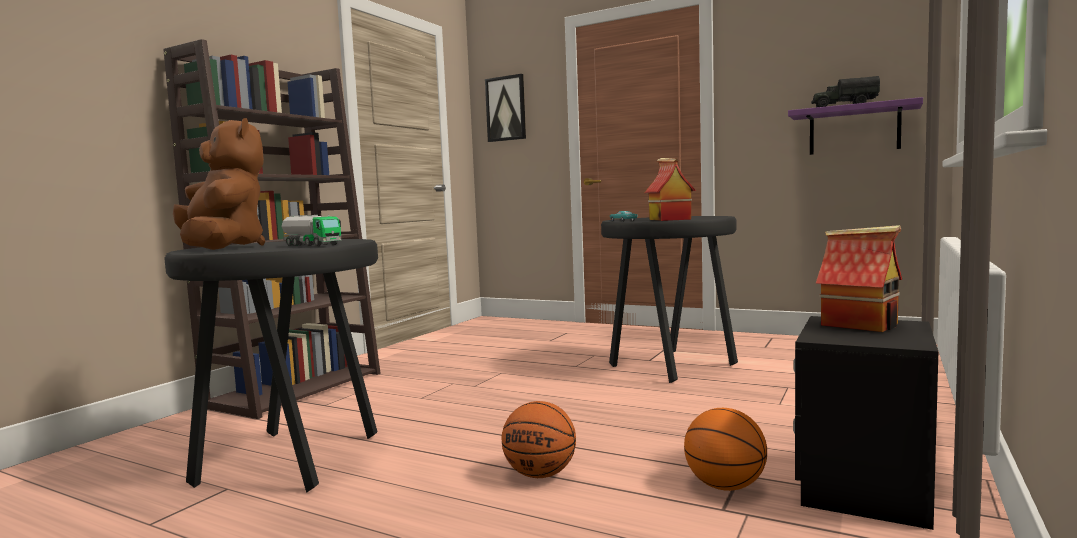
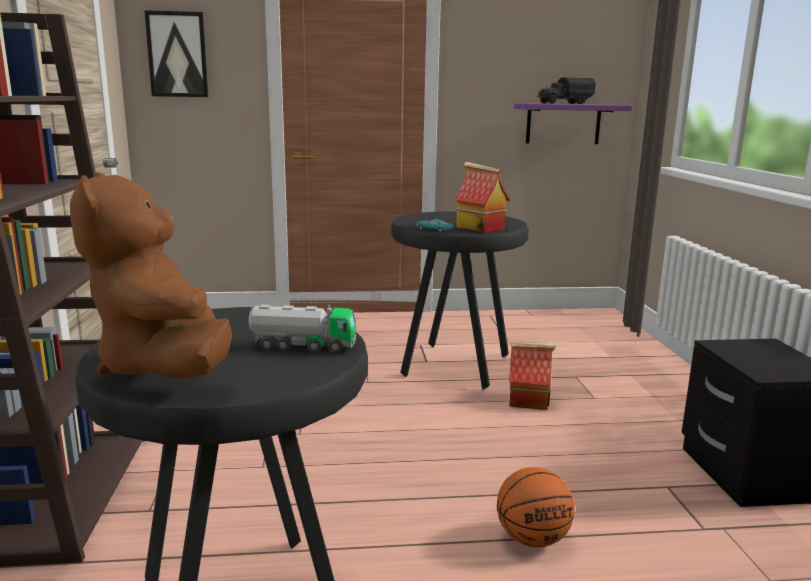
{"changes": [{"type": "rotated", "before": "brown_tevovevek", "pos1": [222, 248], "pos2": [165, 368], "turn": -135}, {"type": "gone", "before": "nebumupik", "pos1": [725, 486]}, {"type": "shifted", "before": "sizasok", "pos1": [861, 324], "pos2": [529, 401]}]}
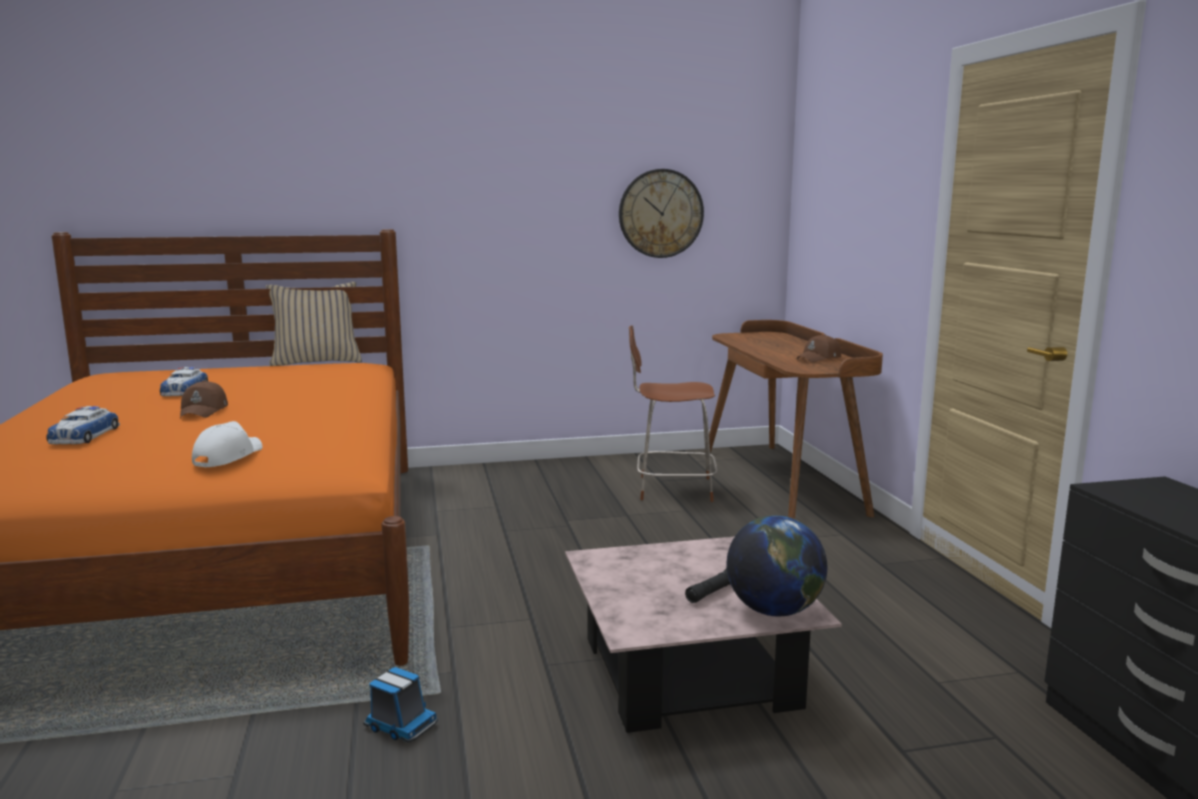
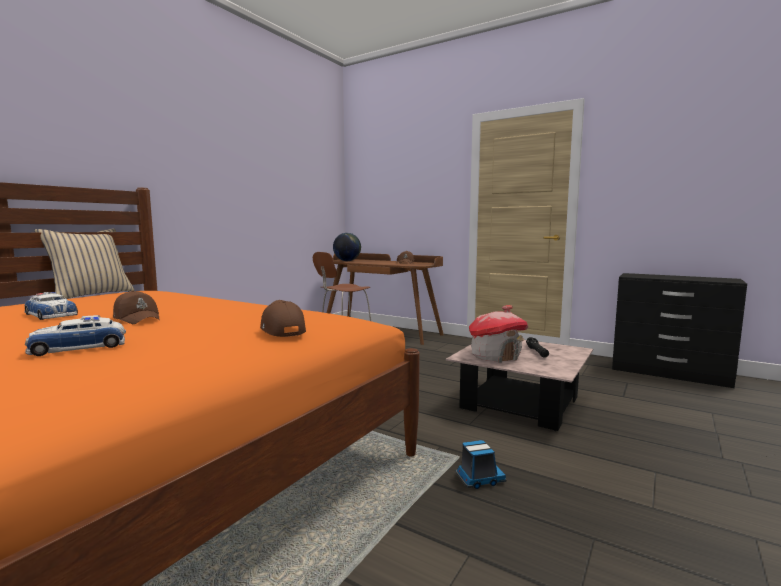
{"changes": [{"type": "rotated", "before": "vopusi", "pos1": [84, 436], "pos2": [79, 347], "turn": 105}, {"type": "repainted", "before": "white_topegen", "after": "brown_topegen", "pos1": [227, 456], "pos2": [282, 330]}, {"type": "gone", "before": "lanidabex", "pos1": [660, 213]}, {"type": "shifted", "before": "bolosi", "pos1": [774, 611], "pos2": [347, 261]}, {"type": "new", "after": "sizasok", "pos2": [496, 356]}]}
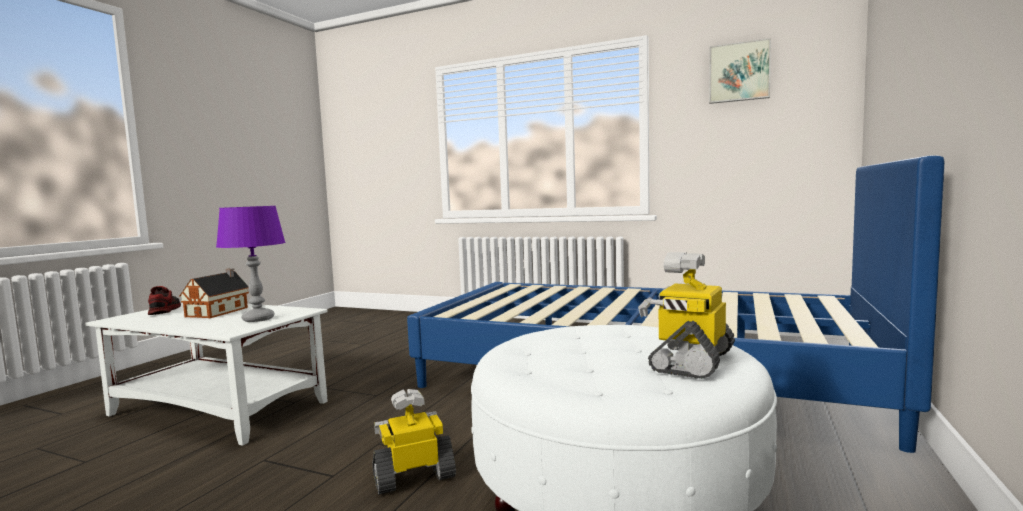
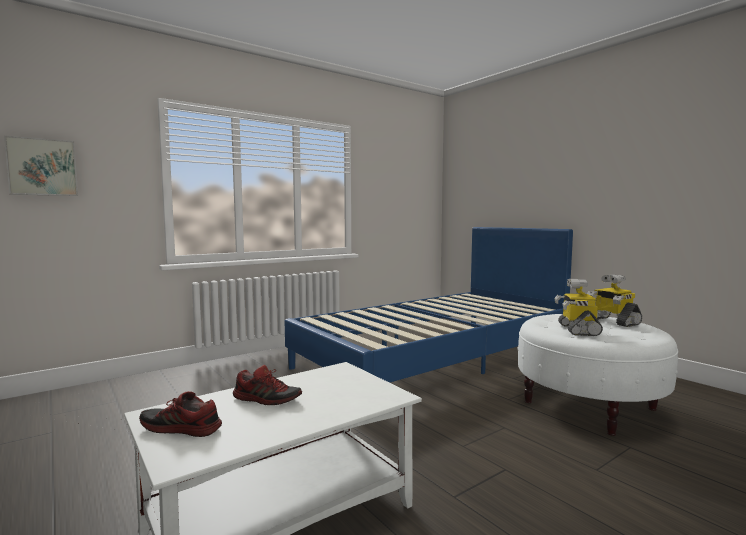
{"changes": [{"type": "swapped", "before": "sizasok", "after": "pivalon", "pos1": [219, 311], "pos2": [267, 399]}, {"type": "gone", "before": "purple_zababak", "pos1": [258, 319]}, {"type": "shifted", "before": "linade", "pos1": [414, 477], "pos2": [577, 330]}, {"type": "shifted", "before": "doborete", "pos1": [739, 72], "pos2": [42, 167]}]}
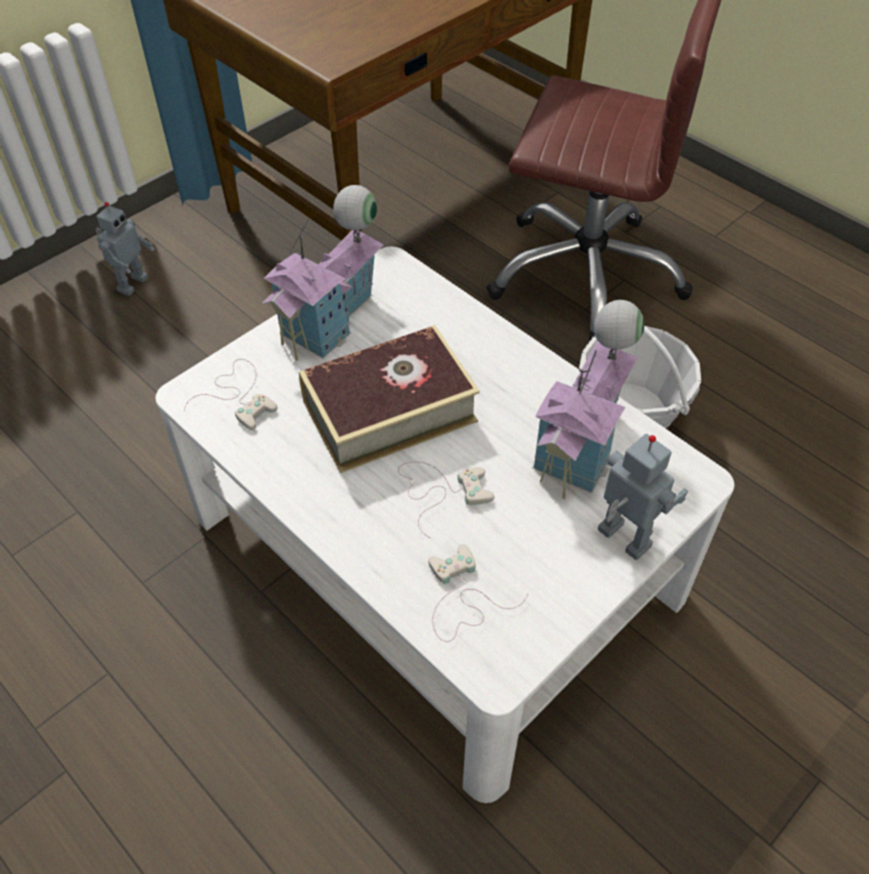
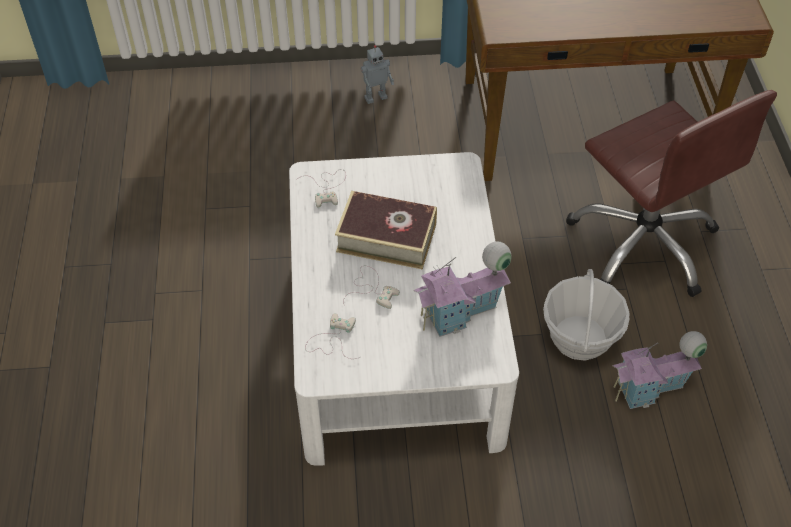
{"changes": [{"type": "shifted", "before": "sizasok", "pos1": [332, 319], "pos2": [650, 388]}, {"type": "gone", "before": "linade", "pos1": [621, 540]}]}
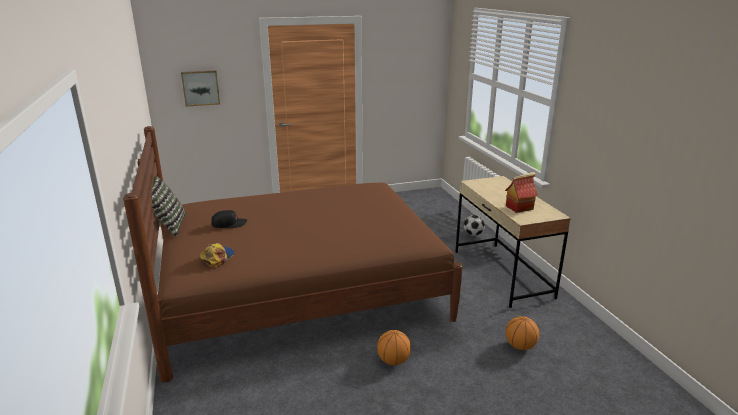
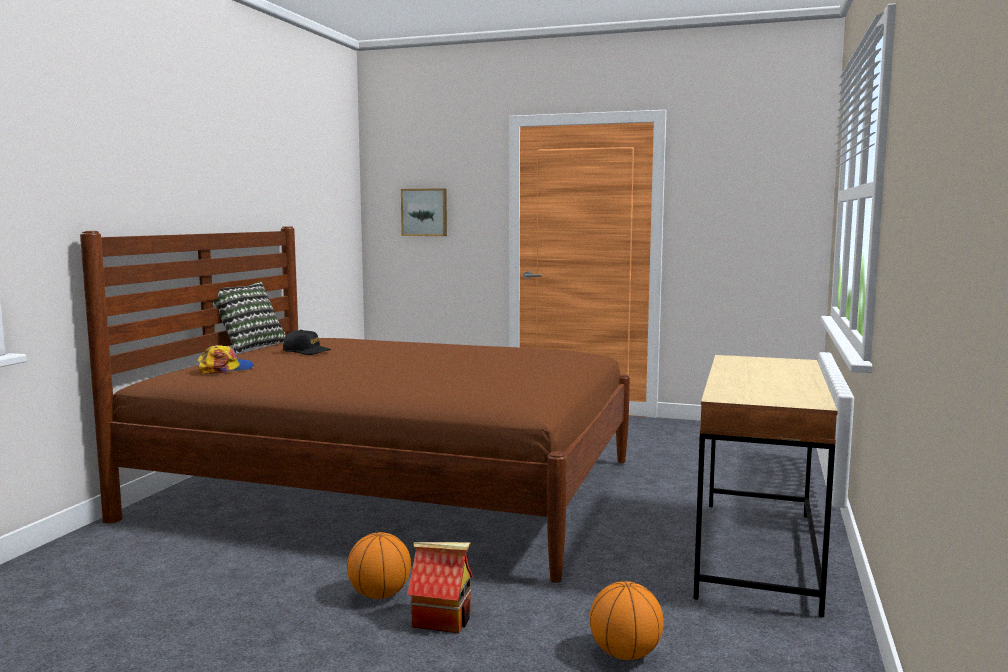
{"changes": [{"type": "gone", "before": "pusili", "pos1": [473, 234]}, {"type": "shifted", "before": "sizasok", "pos1": [519, 207], "pos2": [443, 619]}]}
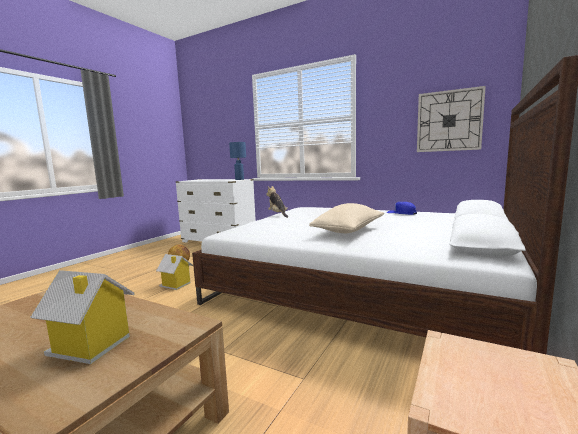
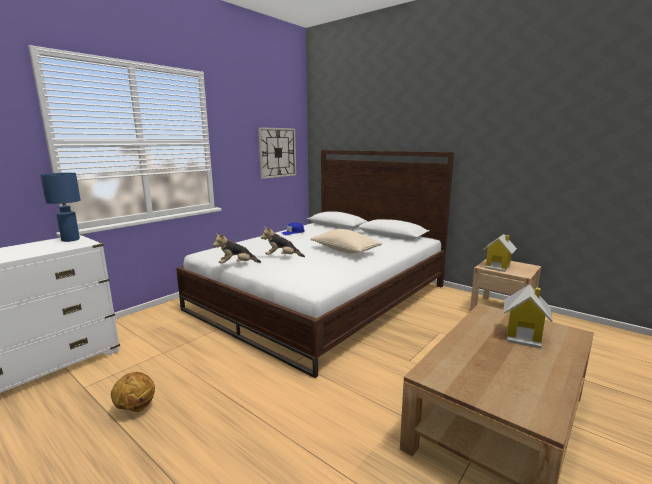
{"changes": [{"type": "shifted", "before": "sizasok", "pos1": [175, 285], "pos2": [498, 266]}, {"type": "new", "after": "tevovevek", "pos2": [282, 257]}]}
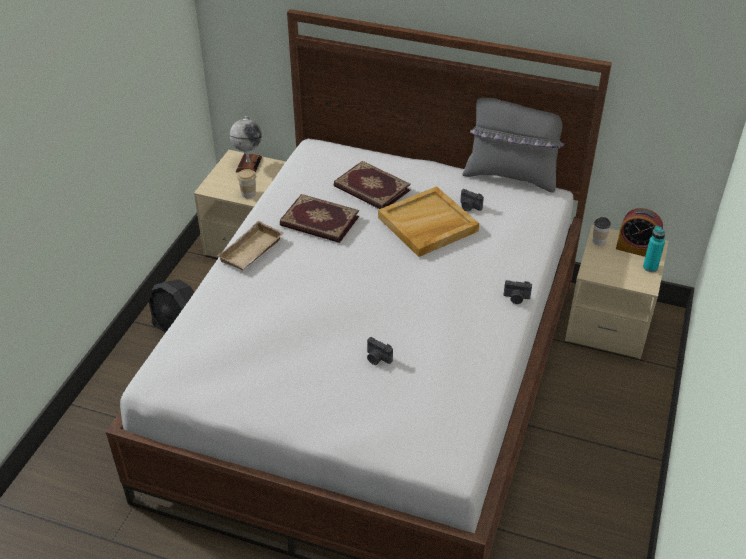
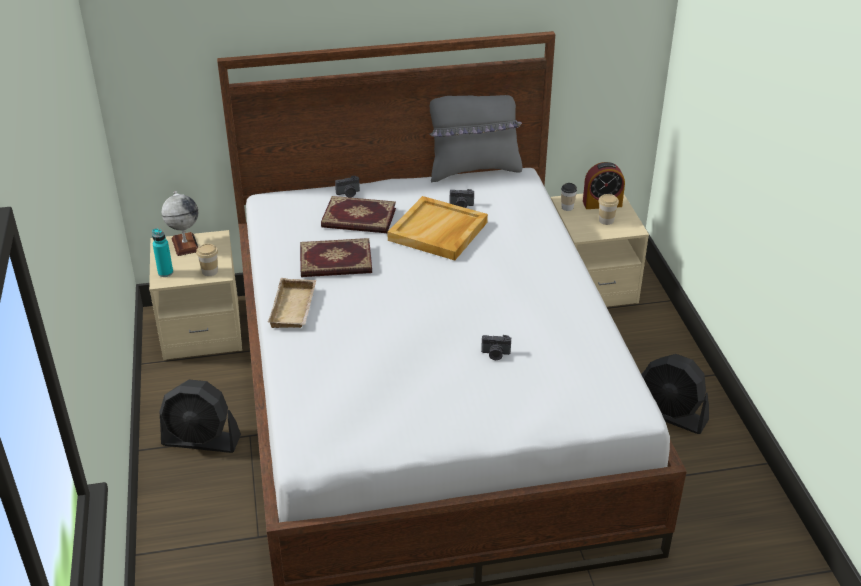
{"changes": [{"type": "shifted", "before": "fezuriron", "pos1": [516, 298], "pos2": [348, 193]}, {"type": "shifted", "before": "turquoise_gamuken", "pos1": [650, 267], "pos2": [165, 272]}, {"type": "new", "after": "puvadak", "pos2": [606, 220]}, {"type": "new", "after": "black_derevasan", "pos2": [669, 415]}]}
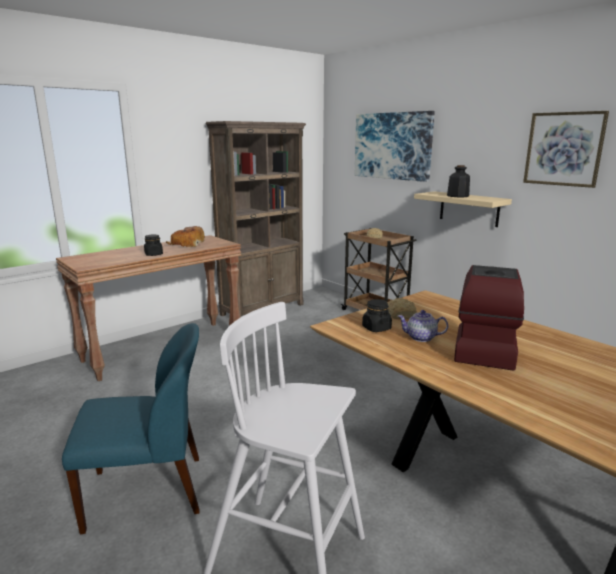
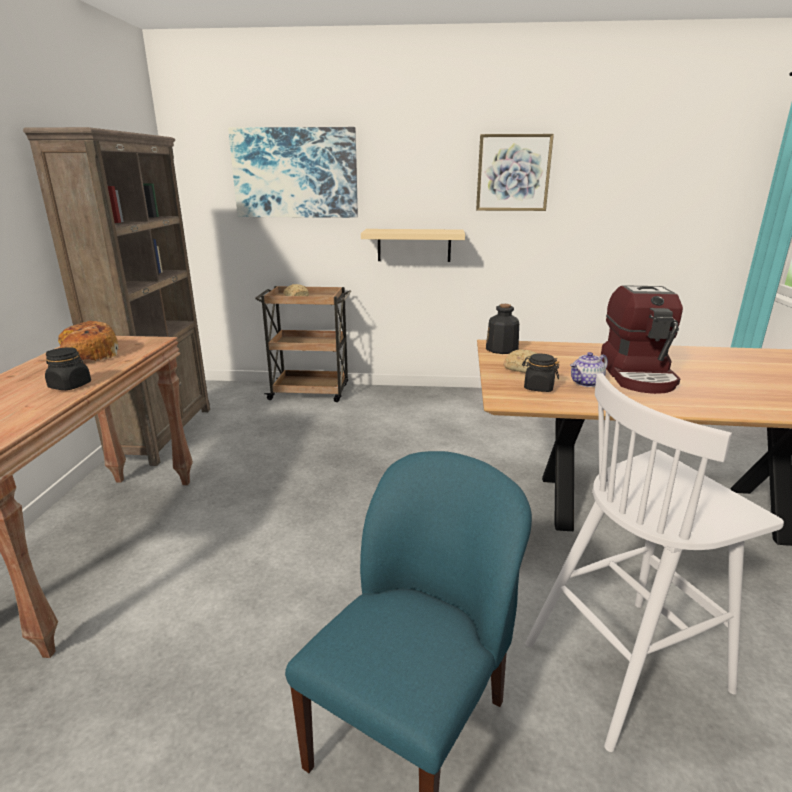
{"changes": [{"type": "shifted", "before": "gamuken", "pos1": [457, 196], "pos2": [502, 349]}, {"type": "rotated", "before": "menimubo", "pos1": [483, 348], "pos2": [638, 375], "turn": -150}]}
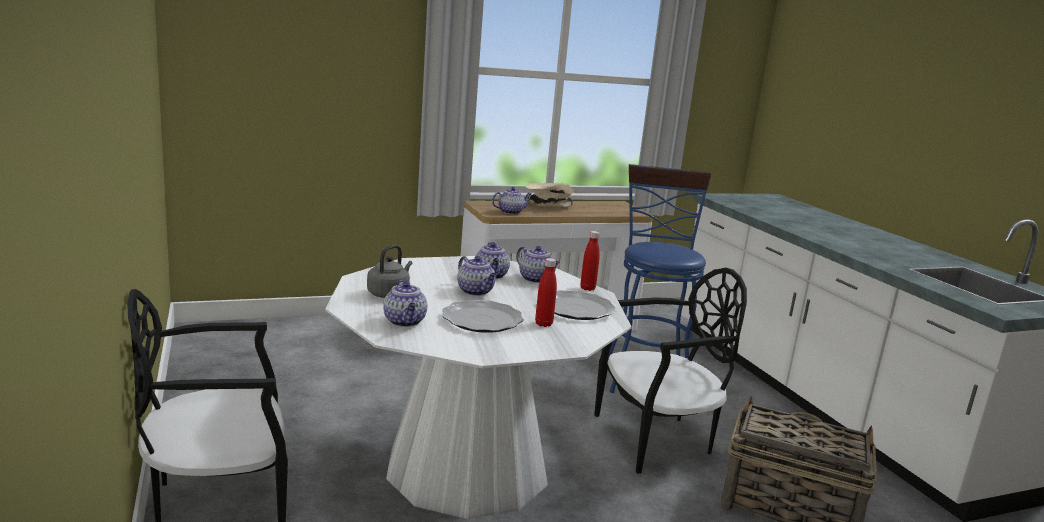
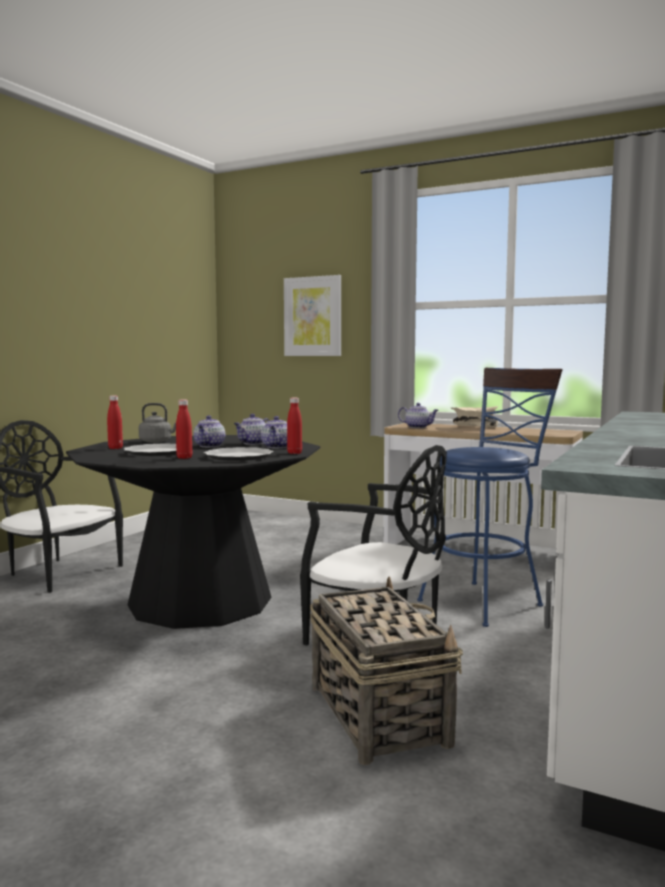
{"changes": [{"type": "repainted", "before": "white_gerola", "after": "black_gerola", "pos1": [467, 467], "pos2": [200, 601]}, {"type": "swapped", "before": "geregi", "after": "red_gamuken", "pos1": [405, 322], "pos2": [115, 448]}, {"type": "new", "after": "doborete", "pos2": [313, 316]}]}
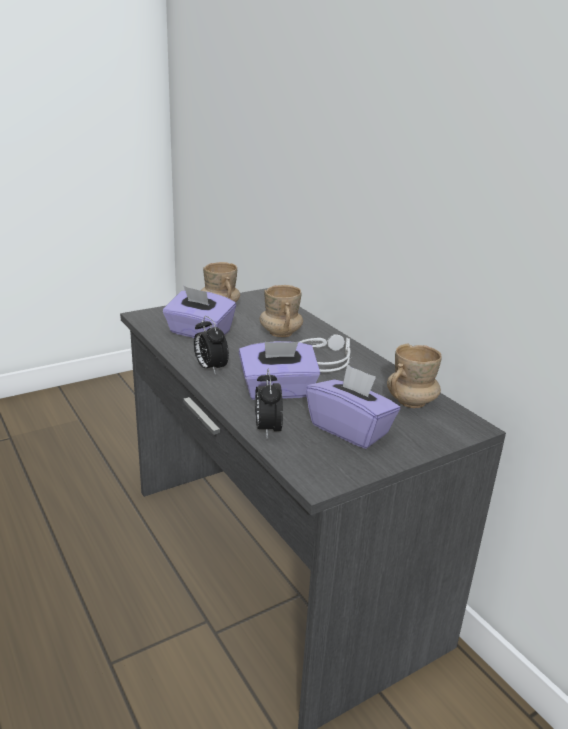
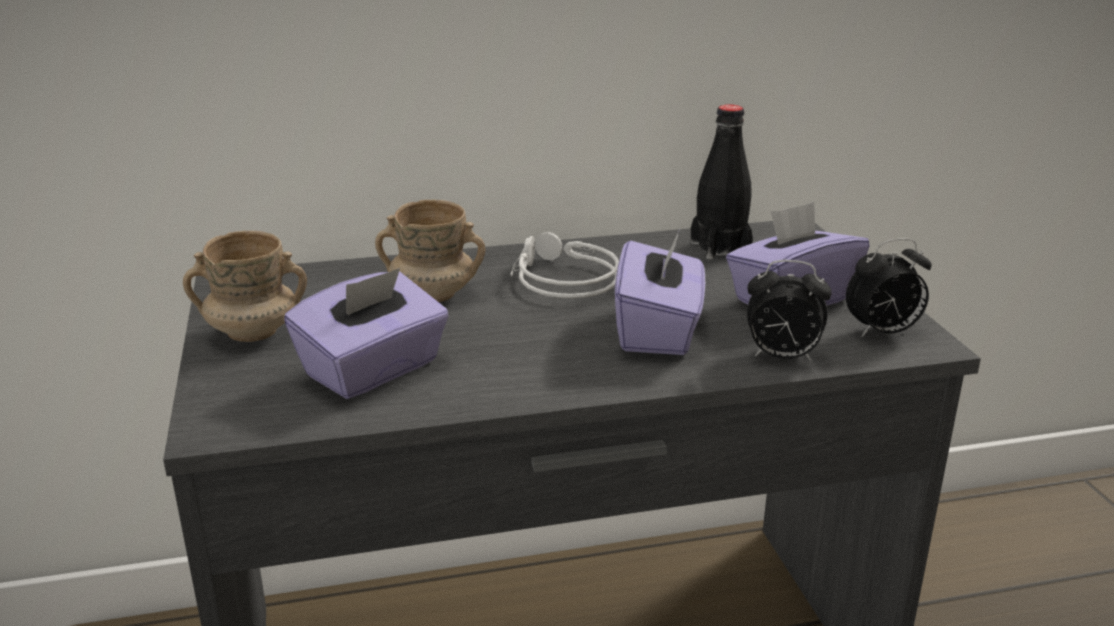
{"changes": [{"type": "shifted", "before": "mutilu", "pos1": [210, 368], "pos2": [882, 332]}, {"type": "swapped", "before": "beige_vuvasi", "after": "black_gamuken", "pos1": [411, 401], "pos2": [720, 248]}]}
